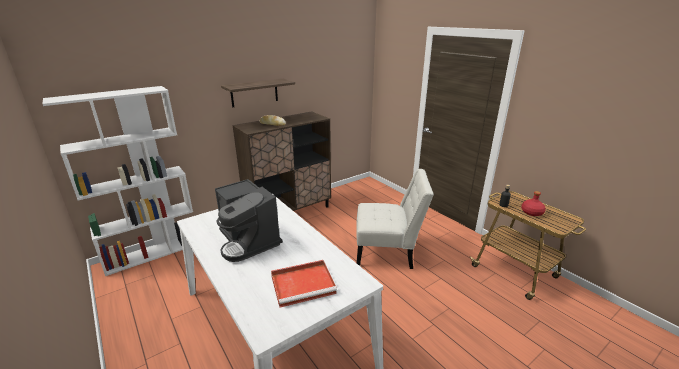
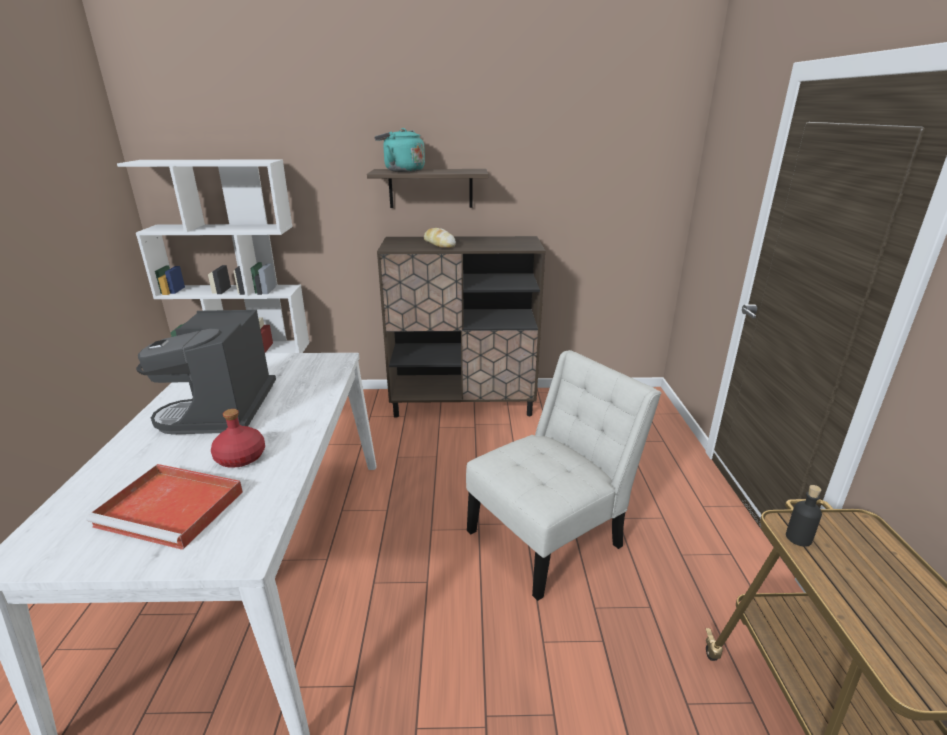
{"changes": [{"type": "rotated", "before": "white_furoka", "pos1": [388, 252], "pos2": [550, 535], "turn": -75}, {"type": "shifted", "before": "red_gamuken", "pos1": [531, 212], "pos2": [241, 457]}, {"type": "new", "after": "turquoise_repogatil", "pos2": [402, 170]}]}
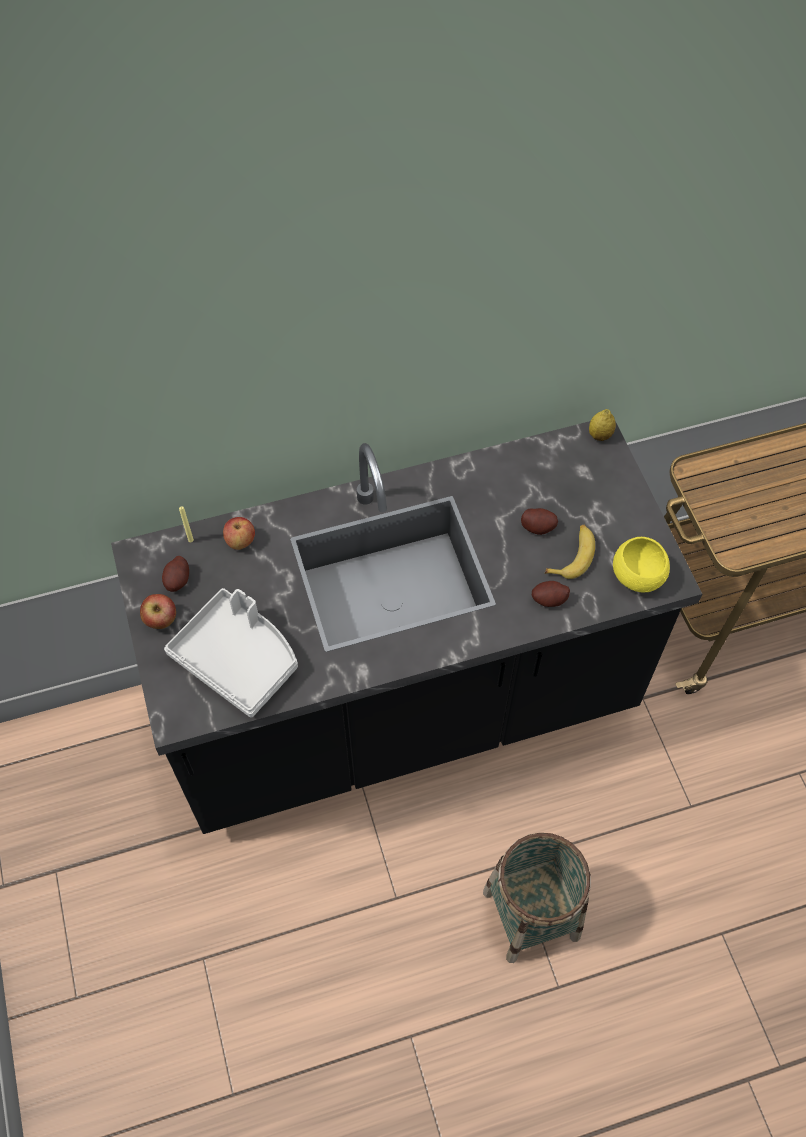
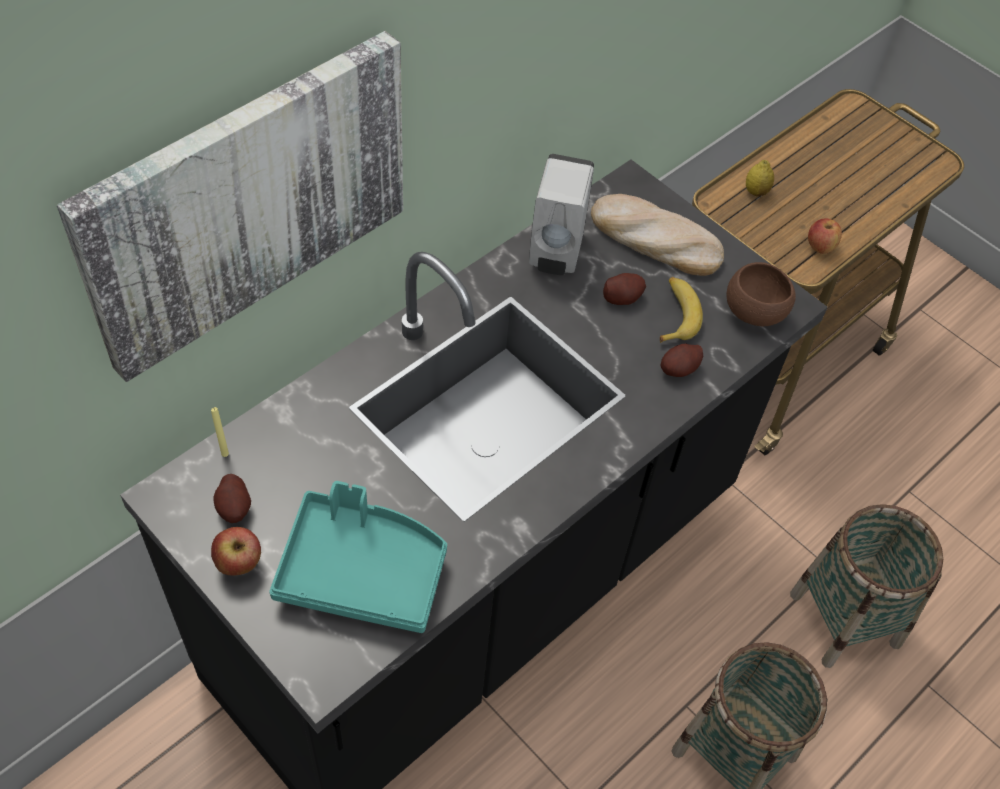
{"changes": [{"type": "repainted", "before": "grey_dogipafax", "after": "turquoise_dogipafax", "pos1": [238, 658], "pos2": [362, 571]}, {"type": "shifted", "before": "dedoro", "pos1": [240, 541], "pos2": [819, 247]}, {"type": "shifted", "before": "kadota", "pos1": [600, 435], "pos2": [756, 191]}, {"type": "repainted", "before": "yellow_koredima", "after": "brown_koredima", "pos1": [637, 577], "pos2": [754, 313]}, {"type": "new", "after": "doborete", "pos2": [247, 201]}, {"type": "new", "after": "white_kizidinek", "pos2": [555, 254]}, {"type": "new", "after": "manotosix", "pos2": [654, 240]}, {"type": "new", "after": "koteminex", "pos2": [845, 619]}]}
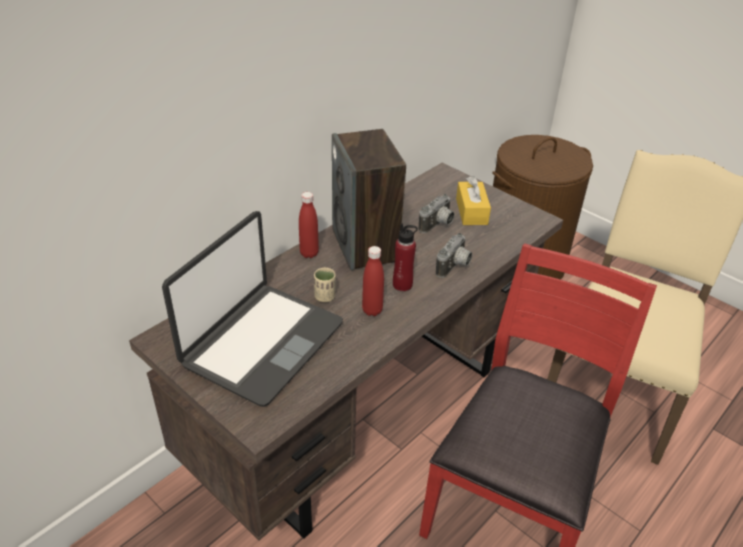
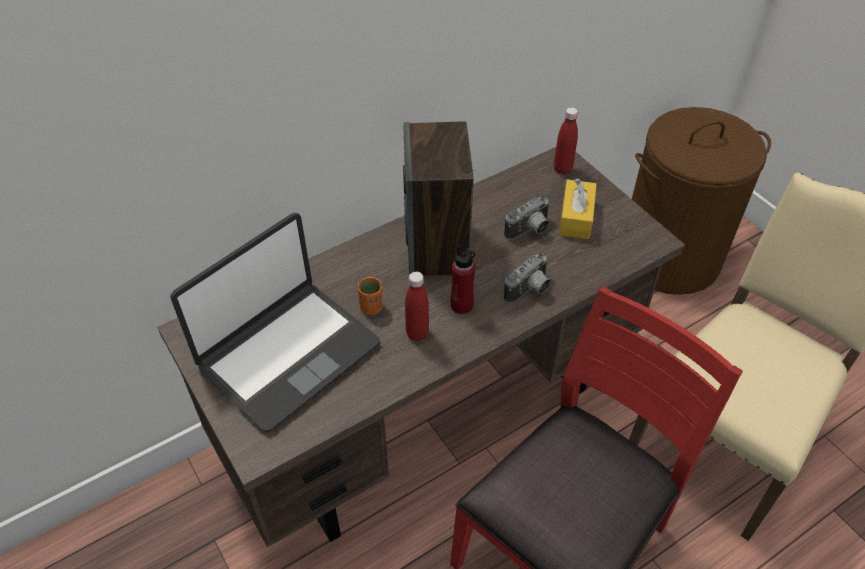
{"changes": [{"type": "shifted", "before": "red_gamuken", "pos1": [309, 253], "pos2": [562, 169]}, {"type": "repainted", "before": "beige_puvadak", "after": "orange_puvadak", "pos1": [325, 297], "pos2": [371, 307]}]}
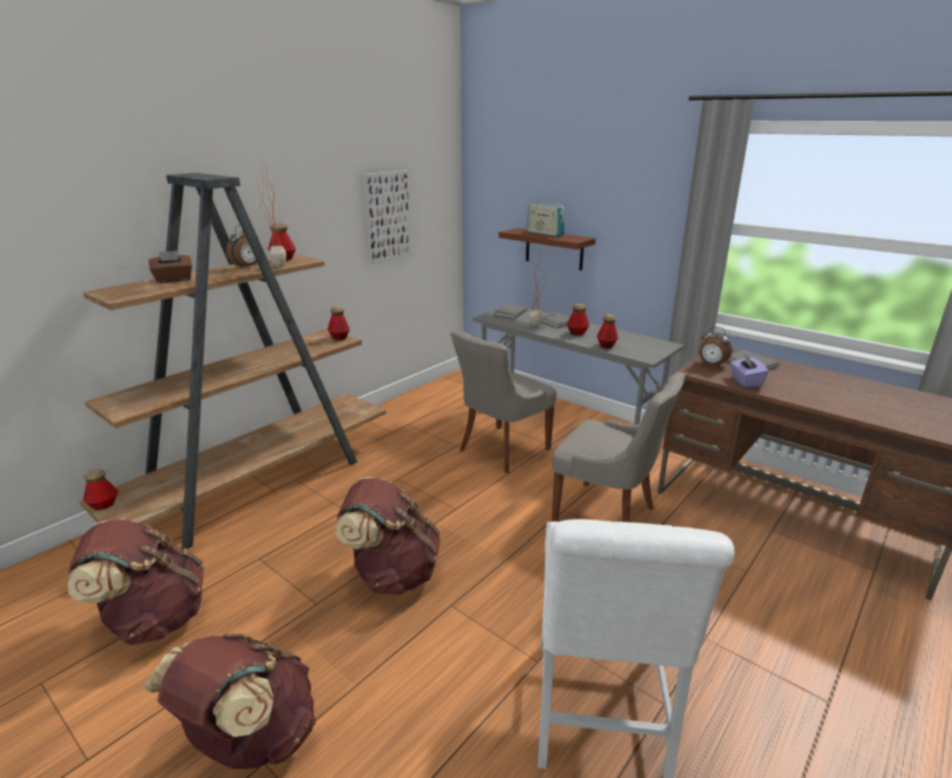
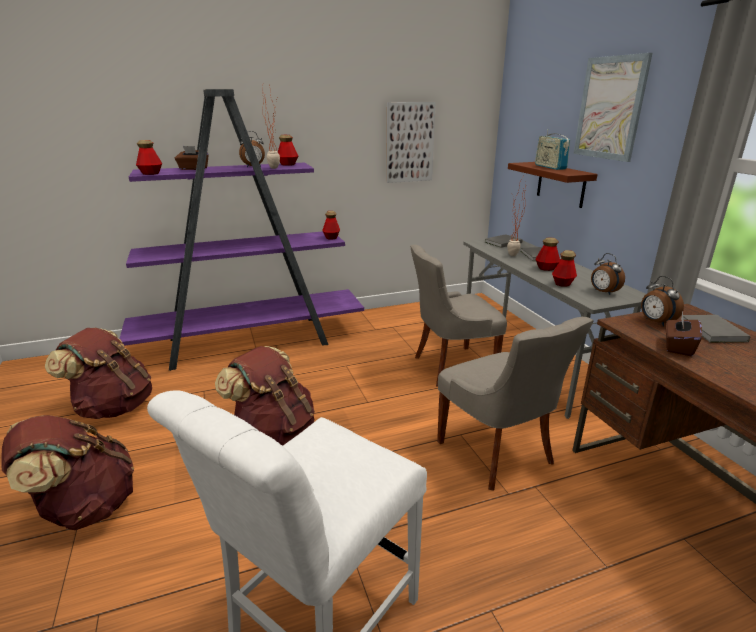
{"changes": [{"type": "repainted", "before": "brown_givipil", "after": "purple_givipil", "pos1": [260, 484], "pos2": [251, 341]}, {"type": "shifted", "before": "gamuken", "pos1": [103, 505], "pos2": [151, 173]}, {"type": "repainted", "before": "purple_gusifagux", "after": "brown_gusifagux", "pos1": [745, 381], "pos2": [678, 347]}, {"type": "new", "after": "doborete", "pos2": [610, 108]}, {"type": "new", "after": "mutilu", "pos2": [603, 292]}]}
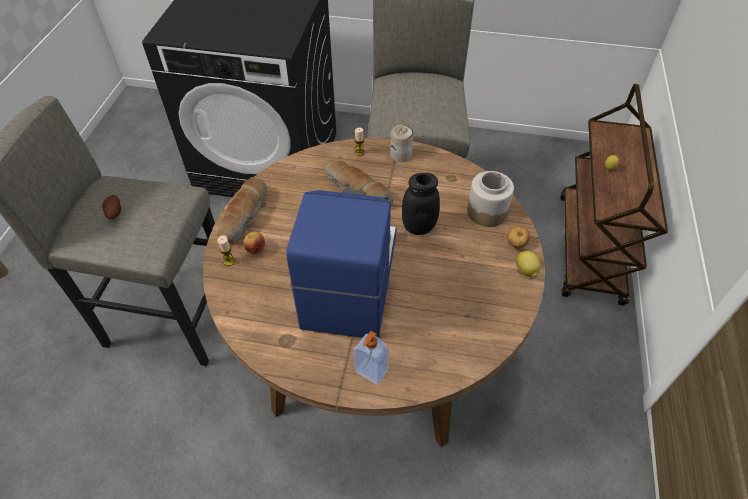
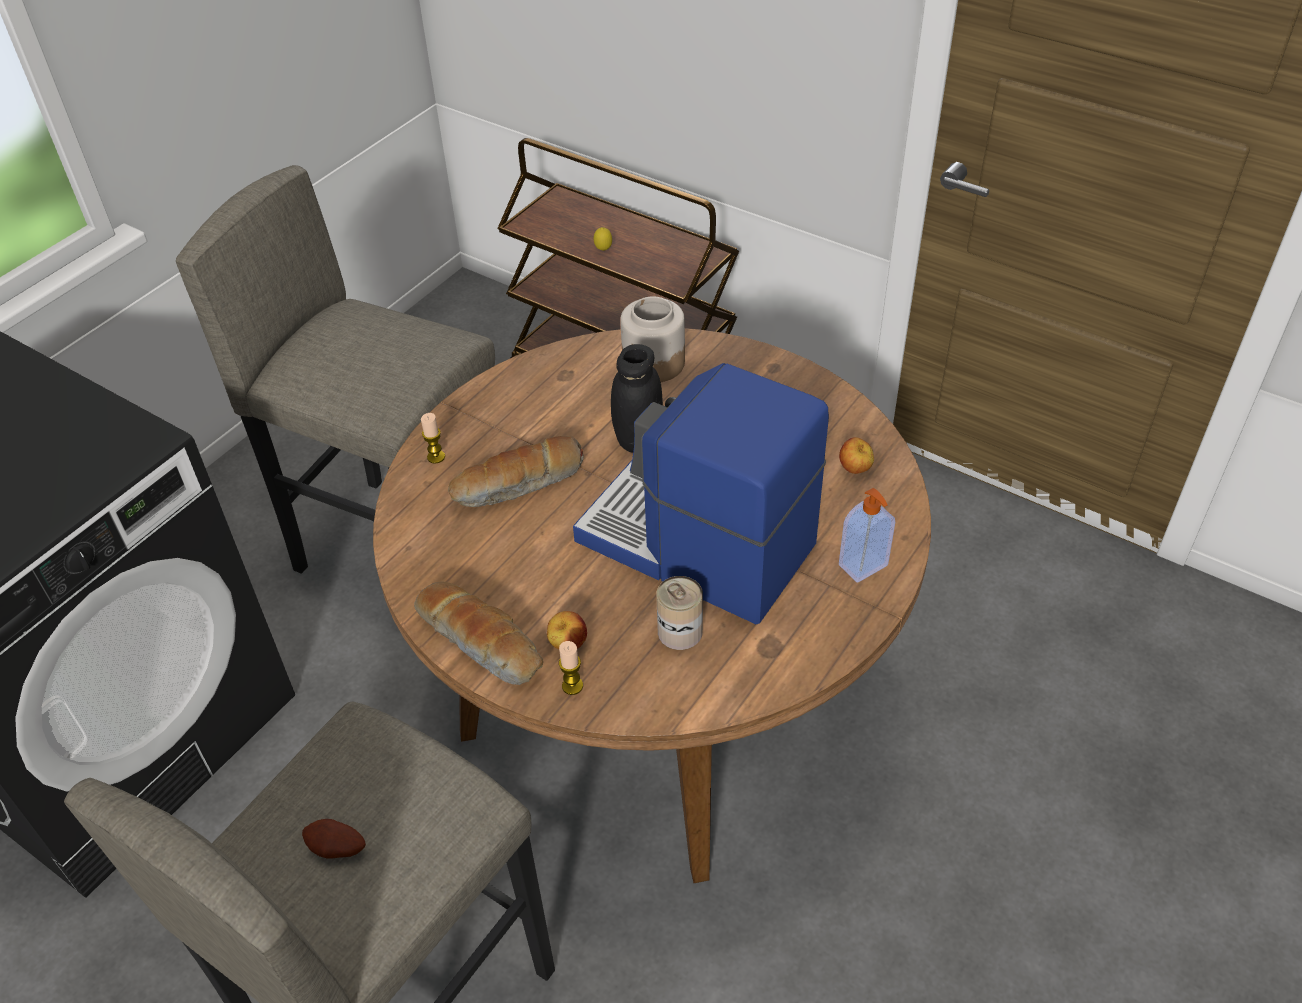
{"changes": [{"type": "shifted", "before": "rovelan", "pos1": [401, 154], "pos2": [680, 631]}, {"type": "shifted", "before": "dedoro", "pos1": [516, 244], "pos2": [855, 469]}, {"type": "gone", "before": "kadota", "pos1": [526, 271]}]}
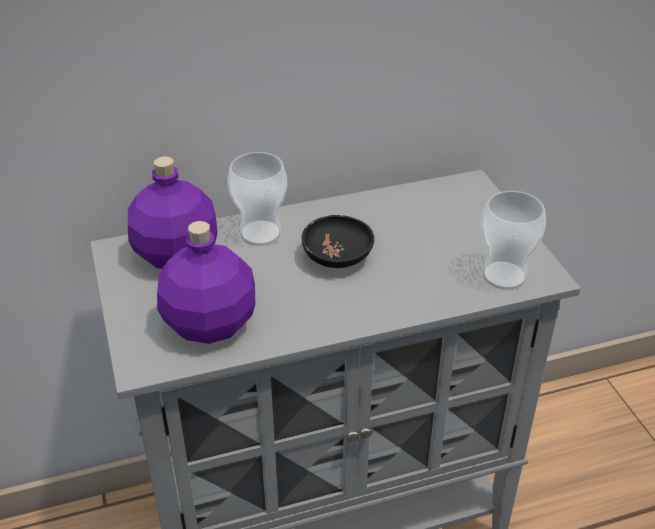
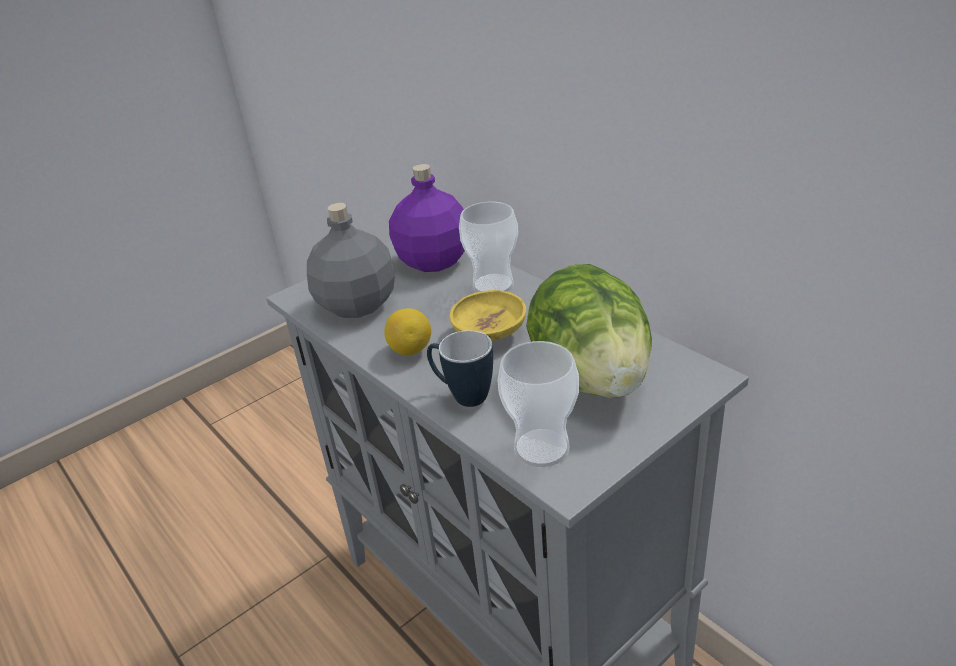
{"changes": [{"type": "repainted", "before": "purple_gamuken", "after": "grey_gamuken", "pos1": [208, 324], "pos2": [356, 304]}, {"type": "repainted", "before": "black_koredima", "after": "yellow_koredima", "pos1": [337, 257], "pos2": [489, 333]}, {"type": "new", "after": "kadota", "pos2": [411, 350]}, {"type": "new", "after": "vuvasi", "pos2": [462, 395]}, {"type": "new", "after": "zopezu", "pos2": [591, 377]}]}
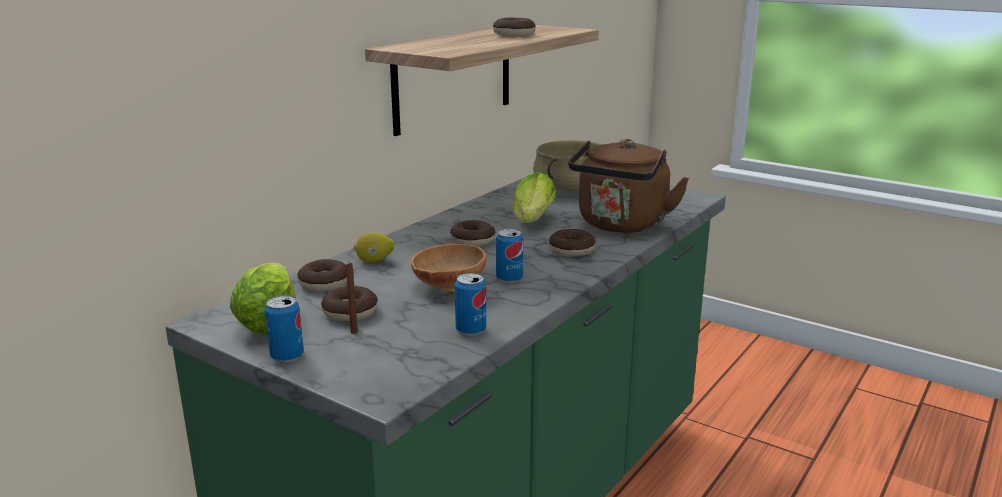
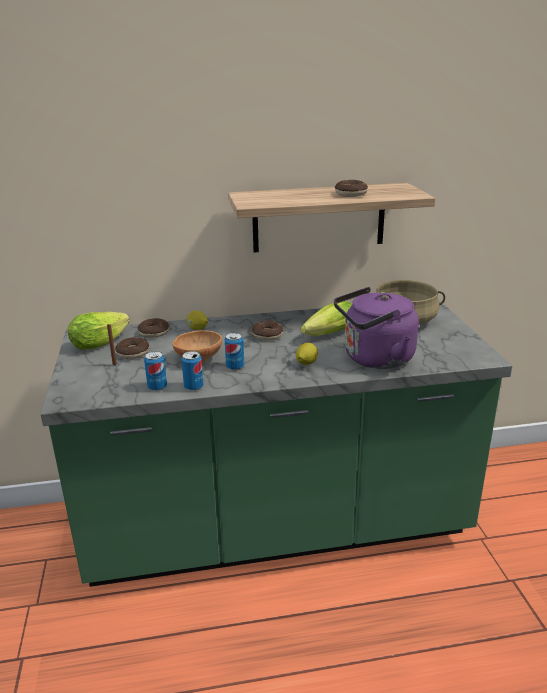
{"changes": [{"type": "shifted", "before": "rovelan", "pos1": [287, 356], "pos2": [193, 387]}, {"type": "swapped", "before": "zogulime", "after": "kadota", "pos1": [571, 250], "pos2": [306, 363]}, {"type": "repainted", "before": "brown_repogatil", "after": "purple_repogatil", "pos1": [621, 225], "pos2": [374, 359]}]}
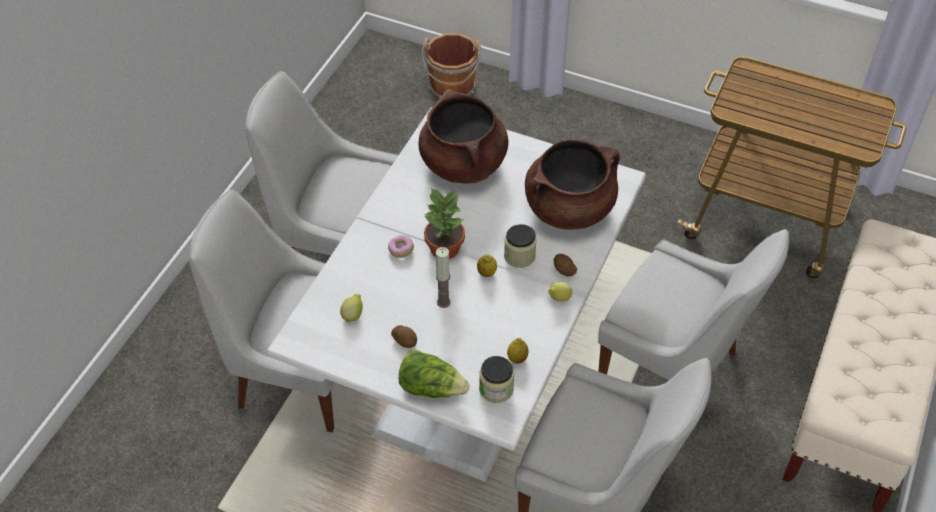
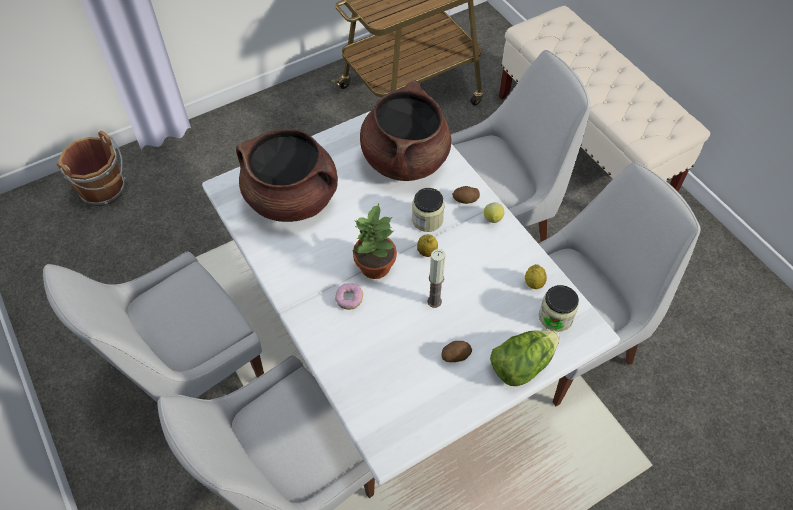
{"changes": [{"type": "gone", "before": "kadota", "pos1": [353, 315]}]}
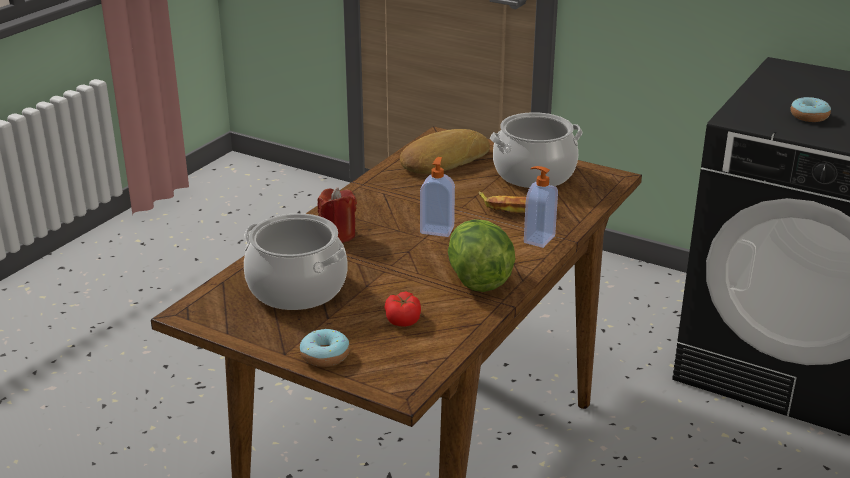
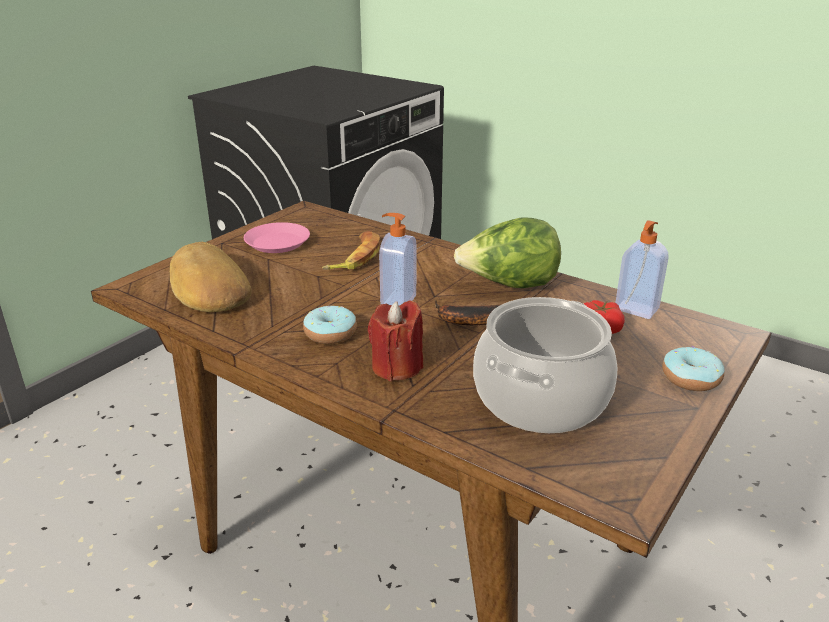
{"changes": [{"type": "swapped", "before": "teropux", "after": "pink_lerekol", "pos1": [534, 174], "pos2": [278, 243]}, {"type": "shifted", "before": "kizidinek", "pos1": [538, 239], "pos2": [636, 310]}, {"type": "shifted", "before": "zogulime", "pos1": [809, 116], "pos2": [330, 333]}, {"type": "new", "after": "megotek", "pos2": [468, 320]}]}
